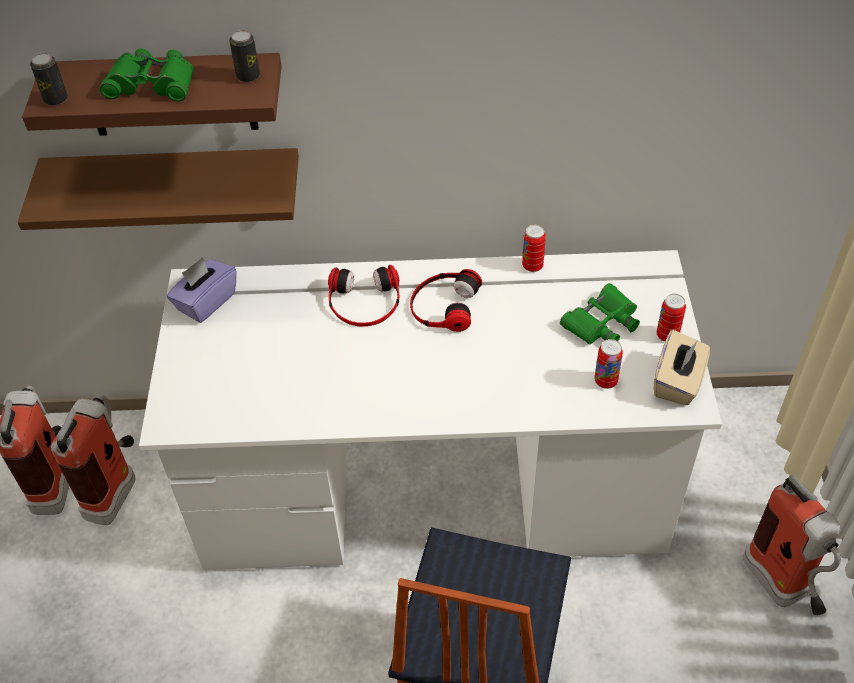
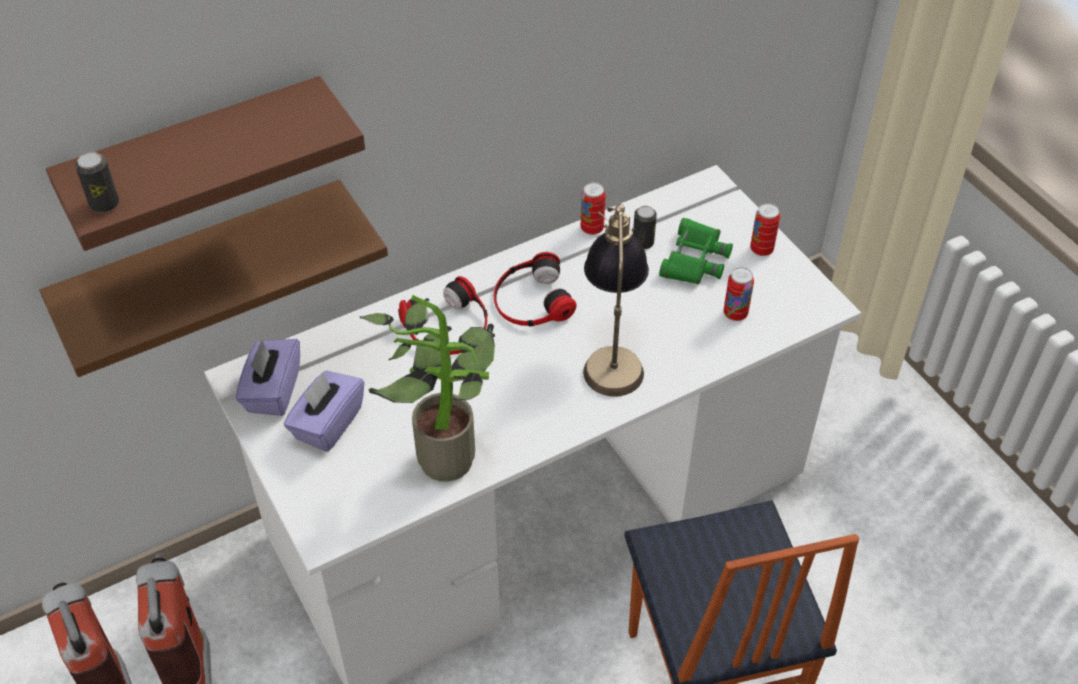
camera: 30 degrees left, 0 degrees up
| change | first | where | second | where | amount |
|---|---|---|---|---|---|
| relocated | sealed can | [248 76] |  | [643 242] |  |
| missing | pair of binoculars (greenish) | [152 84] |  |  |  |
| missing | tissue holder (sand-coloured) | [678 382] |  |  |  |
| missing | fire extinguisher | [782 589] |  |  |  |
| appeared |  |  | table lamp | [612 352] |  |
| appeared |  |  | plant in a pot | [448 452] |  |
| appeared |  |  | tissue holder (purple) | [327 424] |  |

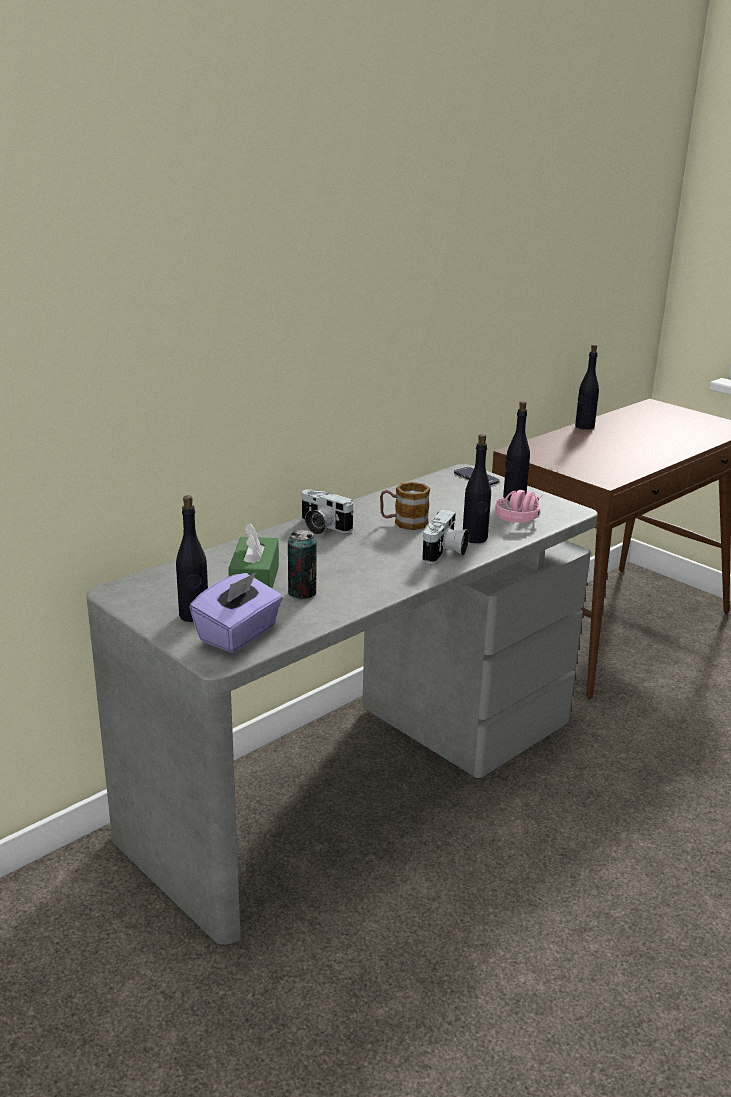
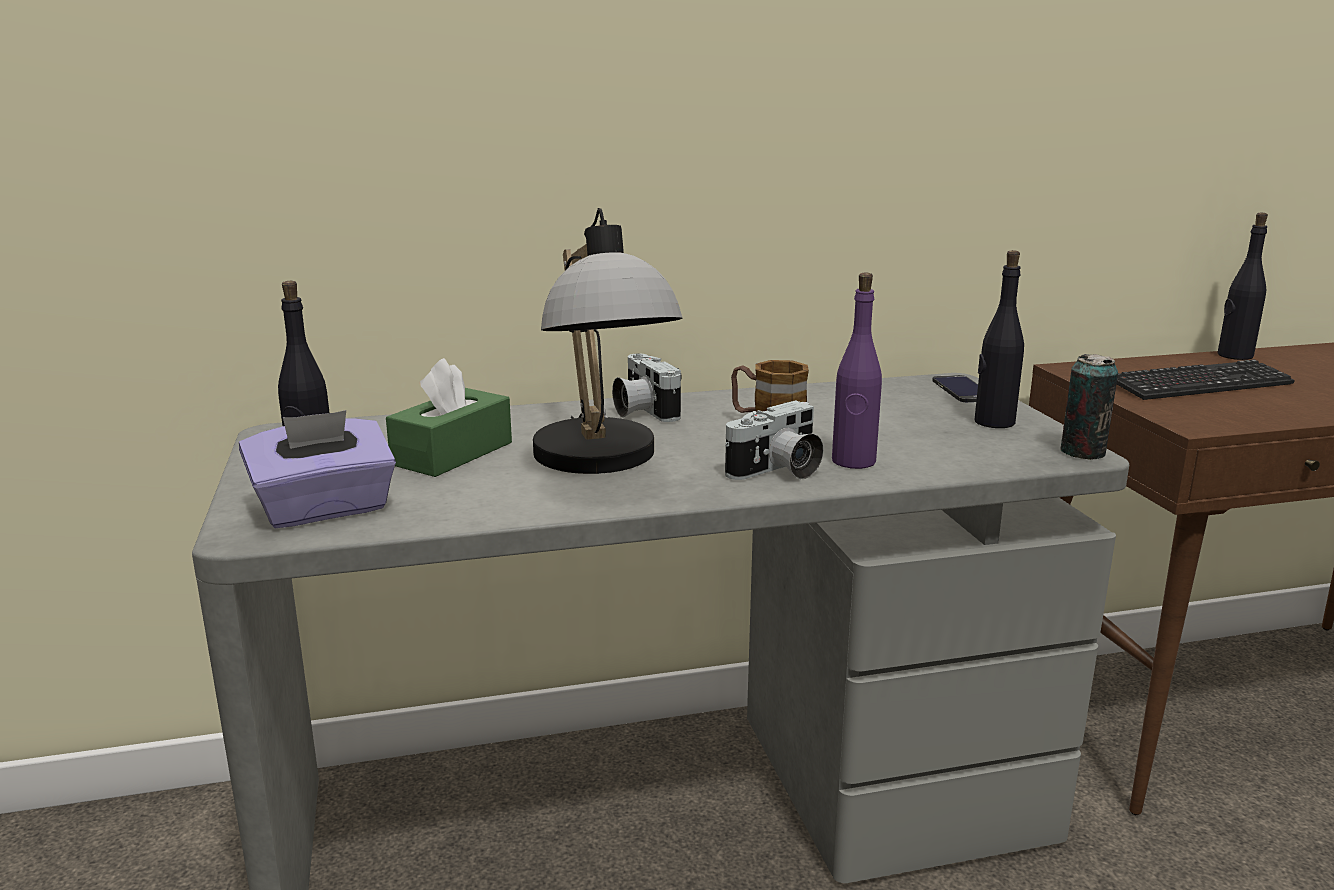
camera: 30 degrees right, 5 degrees down
| change | first | where | second | where | amount |
|---|---|---|---|---|---|
| colour | bottle (black-coloured) | [475 538] | bottle (purple) | [853 461] |  |
| missing | headphones (pinkish) | [520 515] |  |  |  |
| relocated | sealed can | [302 592] |  | [1082 452] |  |
| appeared |  |  | table lamp | [602 464] |  |
| appeared |  |  | PC keyboard | [1199 384] |  |

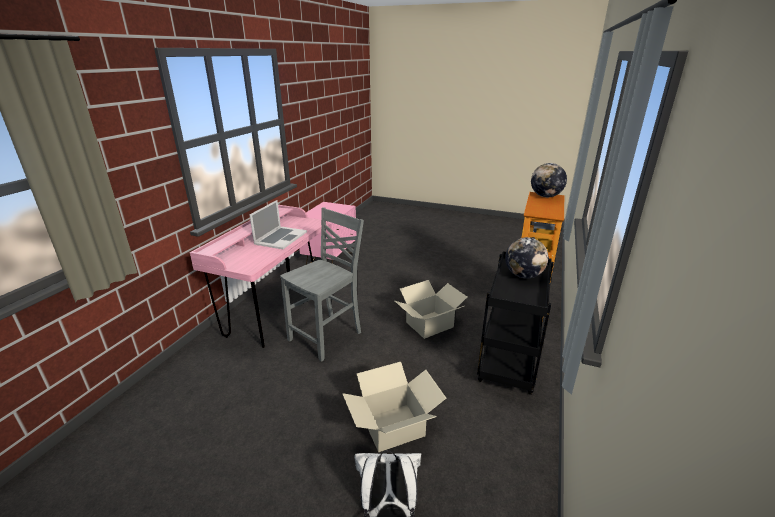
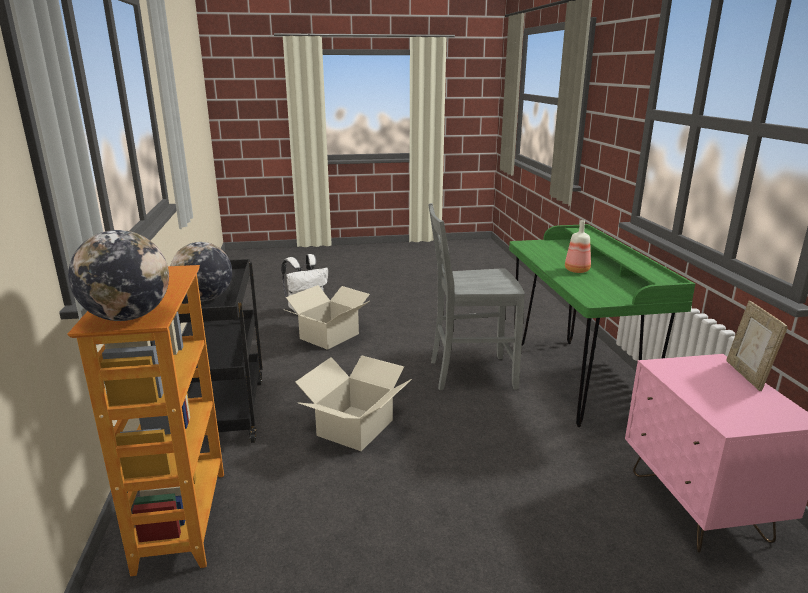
camera: 150 degrees right, 5 degrees down
| change | first | where | second | where | amount |
|---|---|---|---|---|---|
| exchanged | laptop | [280 238] | bottle | [577 270] |  |
| colour | desk (pinkish) | [277 311] | desk (greenish) | [574 379] |  |
| spun | upright chair (grey) | [327 336] |  | [470 373] | 75 degrees clockwise |
| appeared |  |  | standing frame | [747 375] |  |

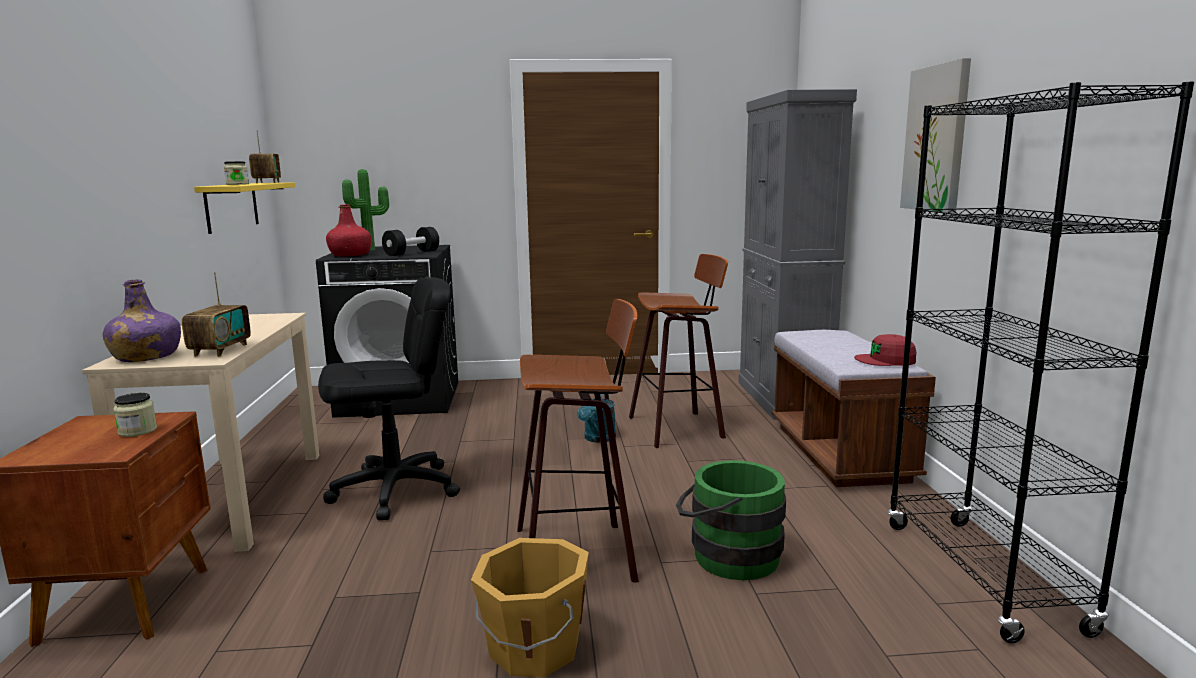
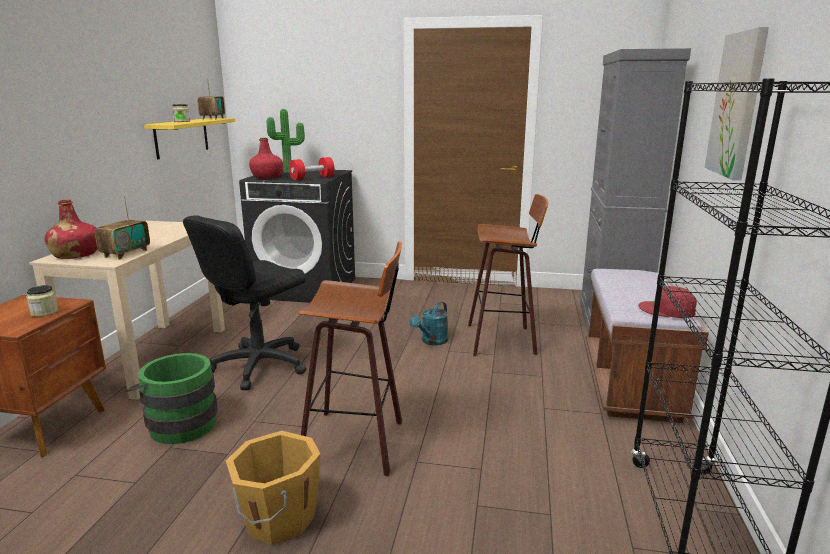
camera: 15 degrees right, 5 degrees up
| change | first | where | second | where | amount |
|---|---|---|---|---|---|
| colour | hand weight (black-coloured) | [412 253] | hand weight (red) | [312 178] |  |
| spun | office chair (black-coloured) | [395 490] |  | [259 366] | 135 degrees clockwise |
| colour | bottle (purple) | [146 357] | bottle (red) | [75 255] |  |
| relocated | pail (greenish) | [727 556] |  | [179 424] |  |

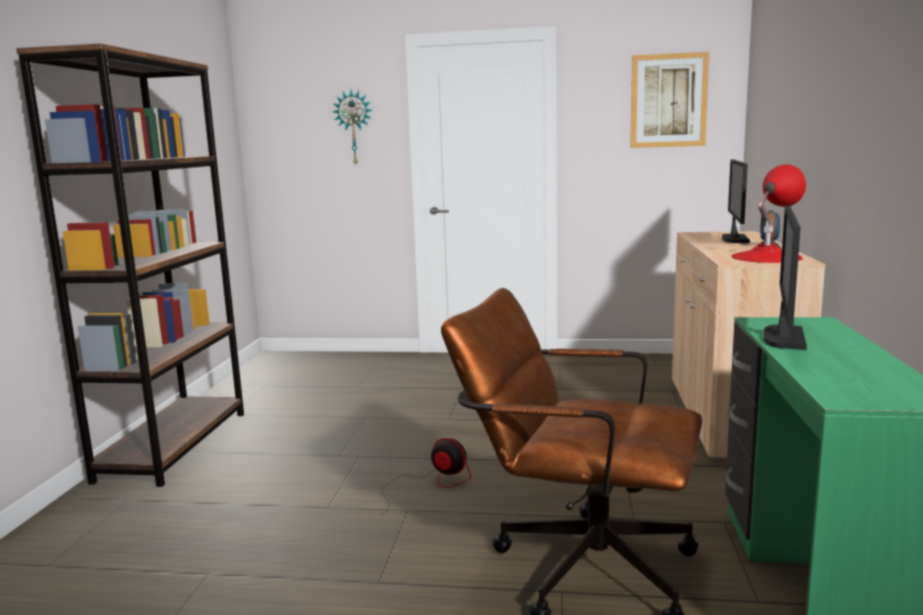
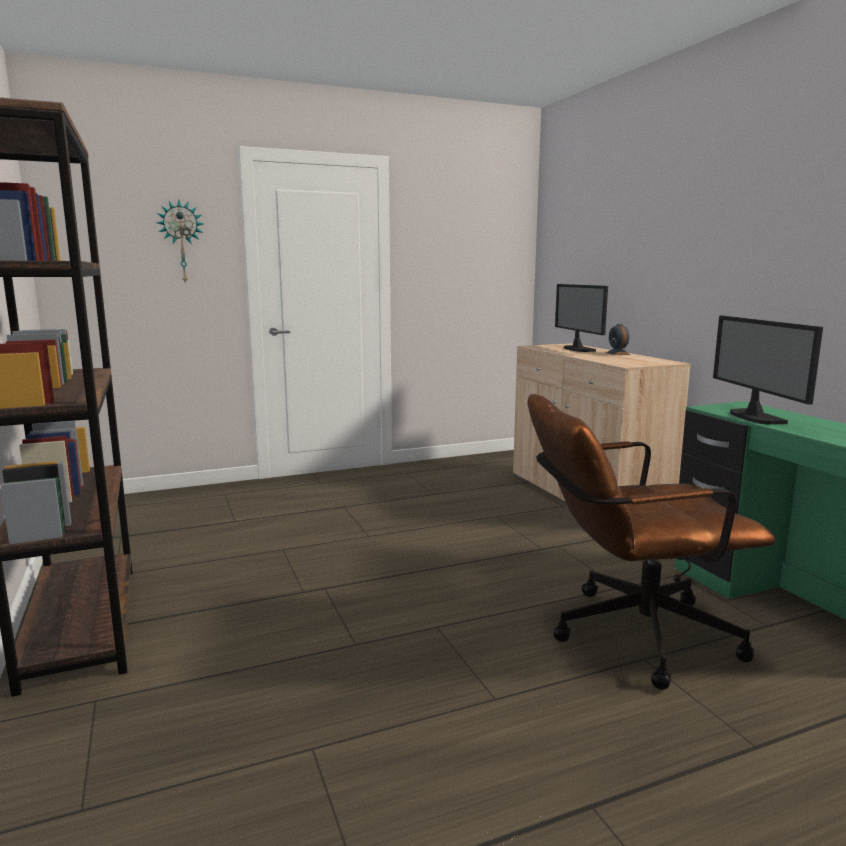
camera: 30 degrees left, 0 degrees up
| change | first | where | second | where | amount |
|---|---|---|---|---|---|
| missing | wall picture | [668 101] |  |  |  |
| missing | table lamp (red) | [766 257] |  |  |  |
| missing | cooling fan | [430 484] |  |  |  |

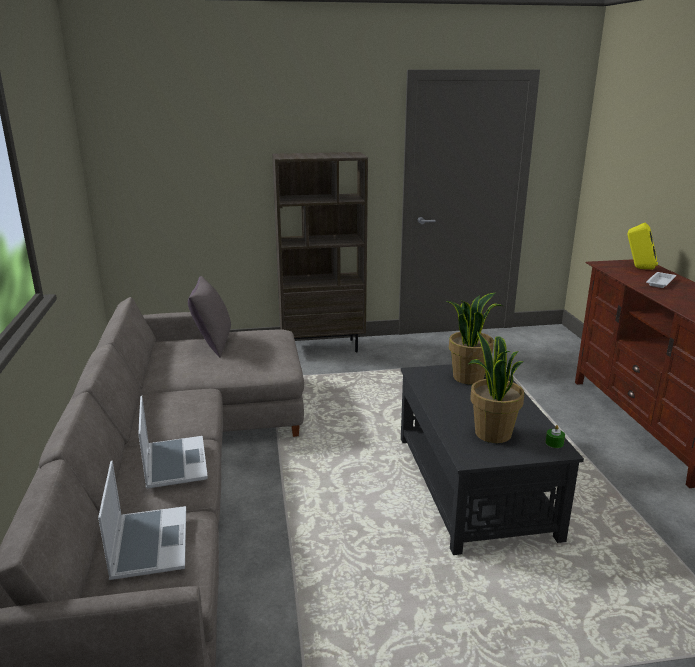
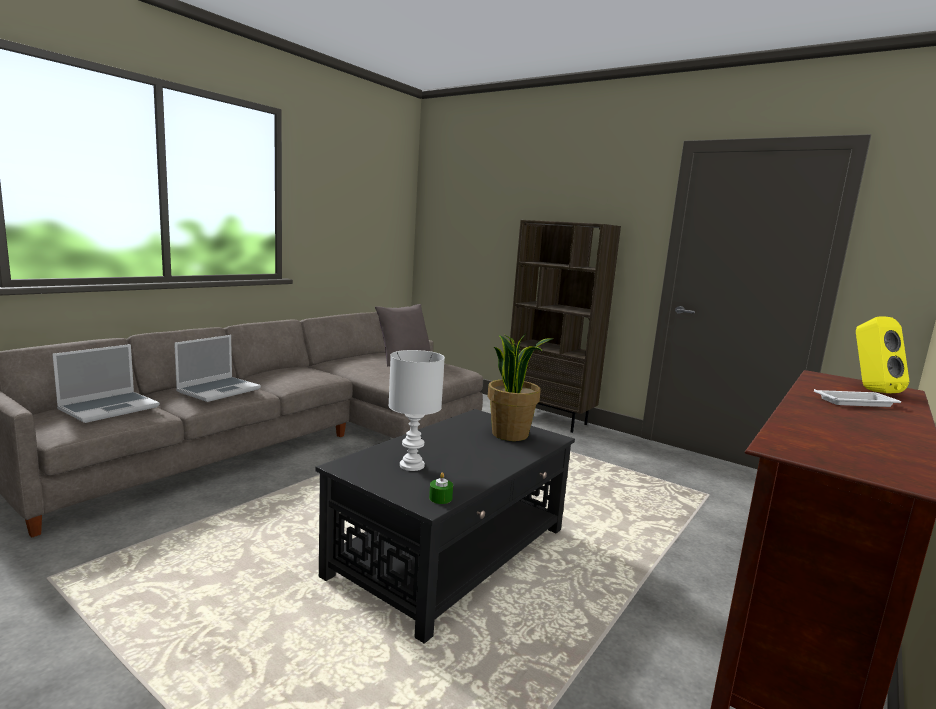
camera: 45 degrees right, 10 degrees down
| change | first | where | second | where | amount |
|---|---|---|---|---|---|
| exchanged | plant in a pot | [492 433] | table lamp (white) | [411 466] |  |

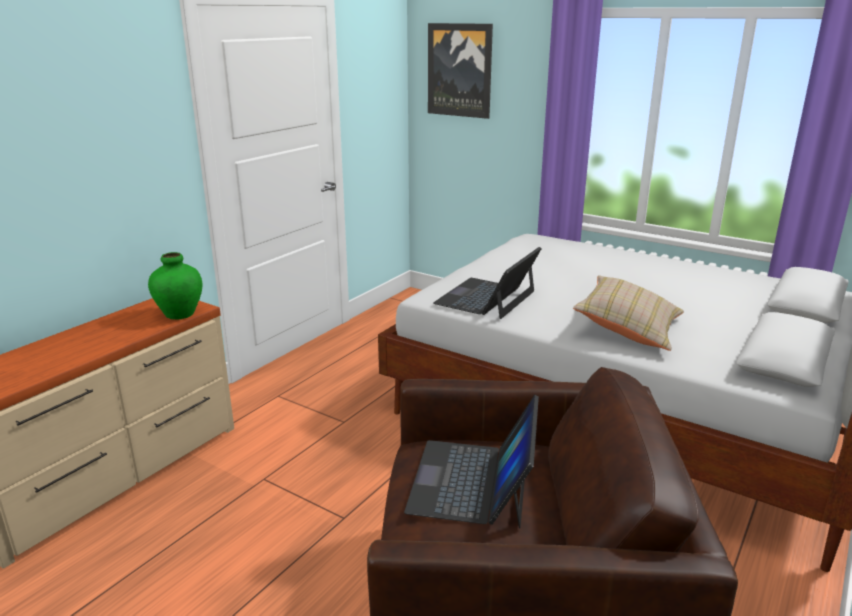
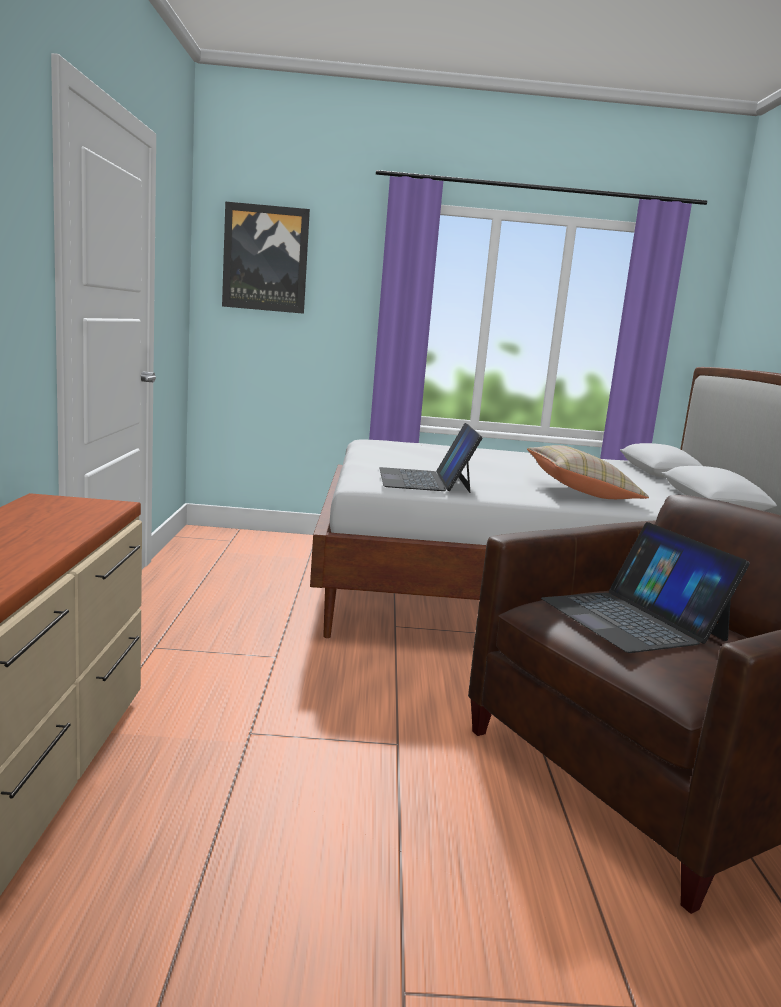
camera: 35 degrees left, 10 degrees down
| change | first | where | second | where | amount |
|---|---|---|---|---|---|
| missing | flower vase (greenish) | [180 314] |  |  |  |

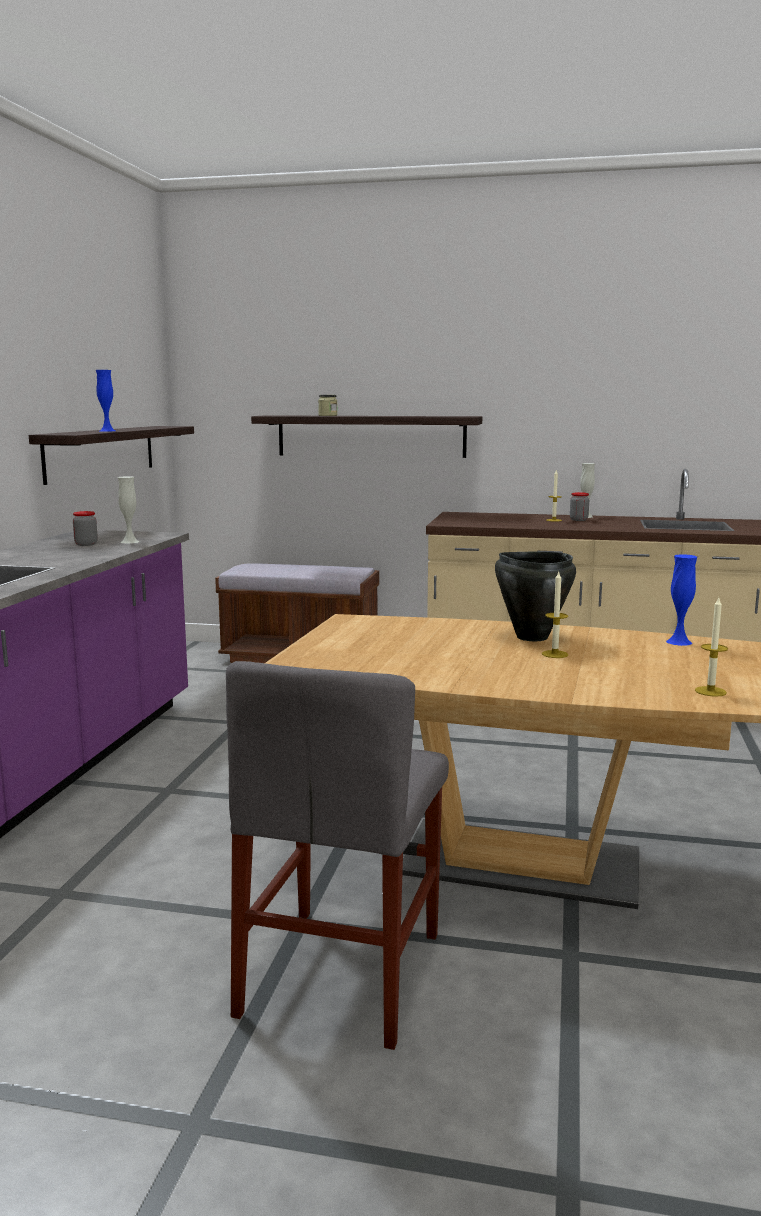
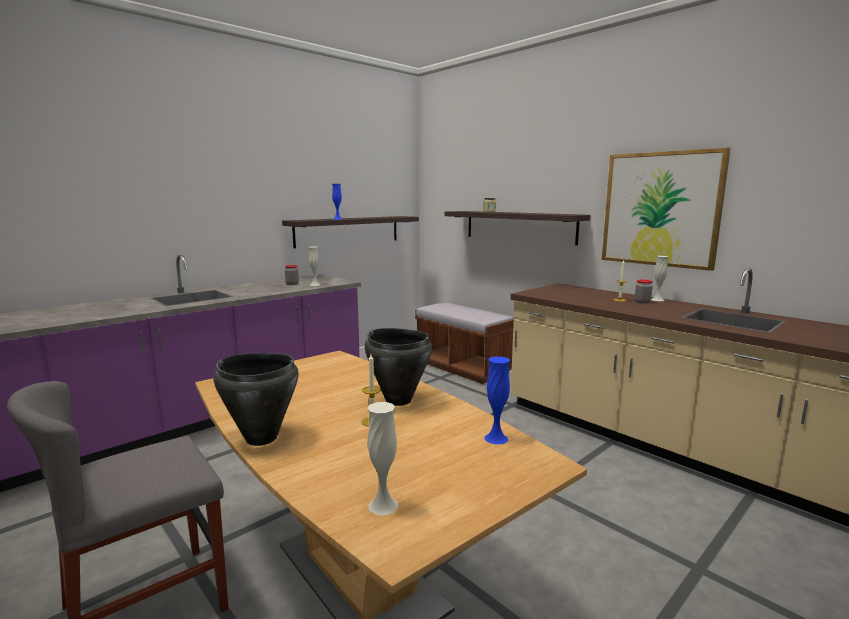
camera: 35 degrees right, 0 degrees up
| change | first | where | second | where | amount |
|---|---|---|---|---|---|
| exchanged | wax light | [710 691] | flower vase (white) | [383 505] |  |
| appeared |  |  | wall picture | [660 209] |  |
| appeared |  |  | stockpot (black-coloured) | [261 438] |  |

